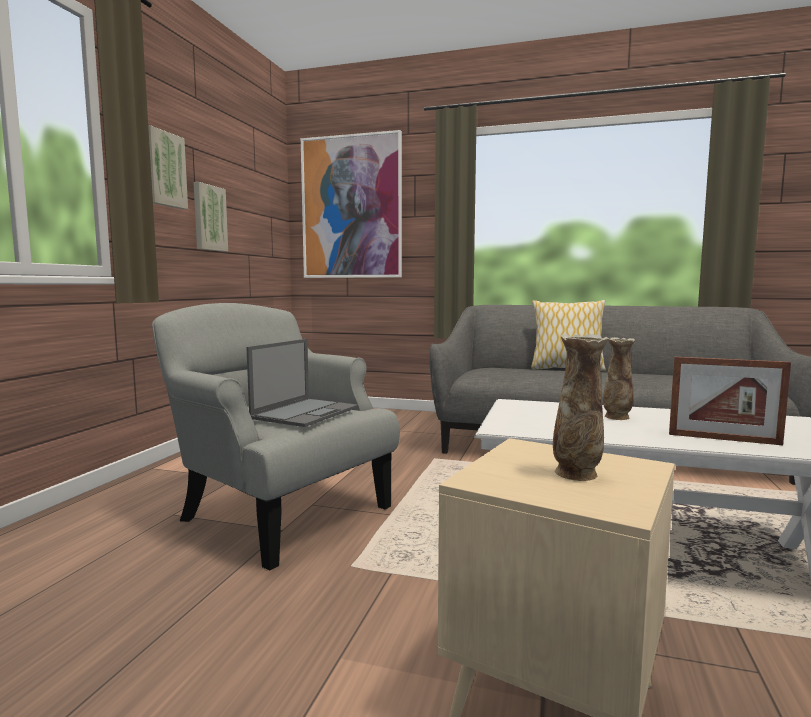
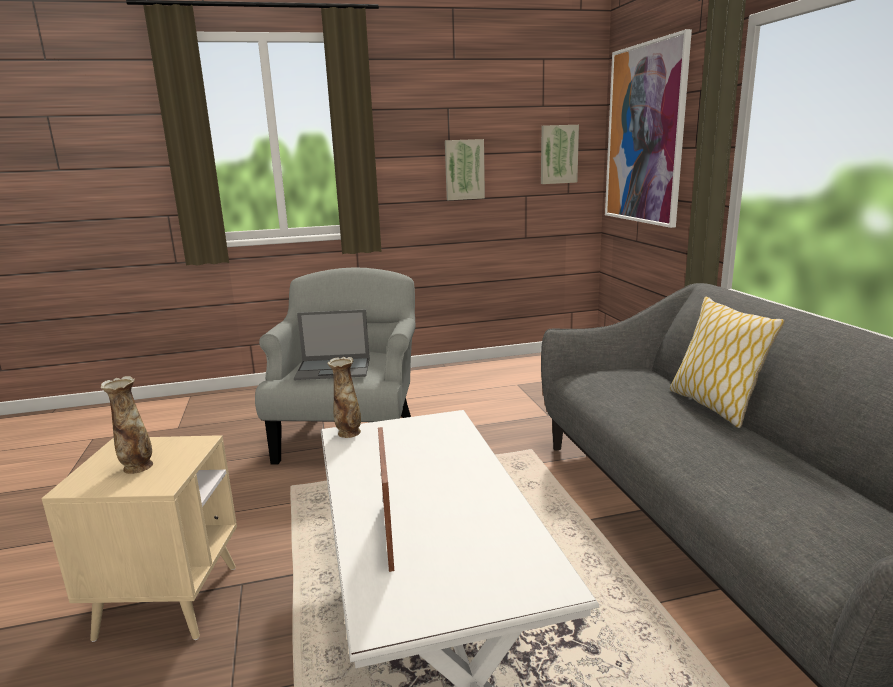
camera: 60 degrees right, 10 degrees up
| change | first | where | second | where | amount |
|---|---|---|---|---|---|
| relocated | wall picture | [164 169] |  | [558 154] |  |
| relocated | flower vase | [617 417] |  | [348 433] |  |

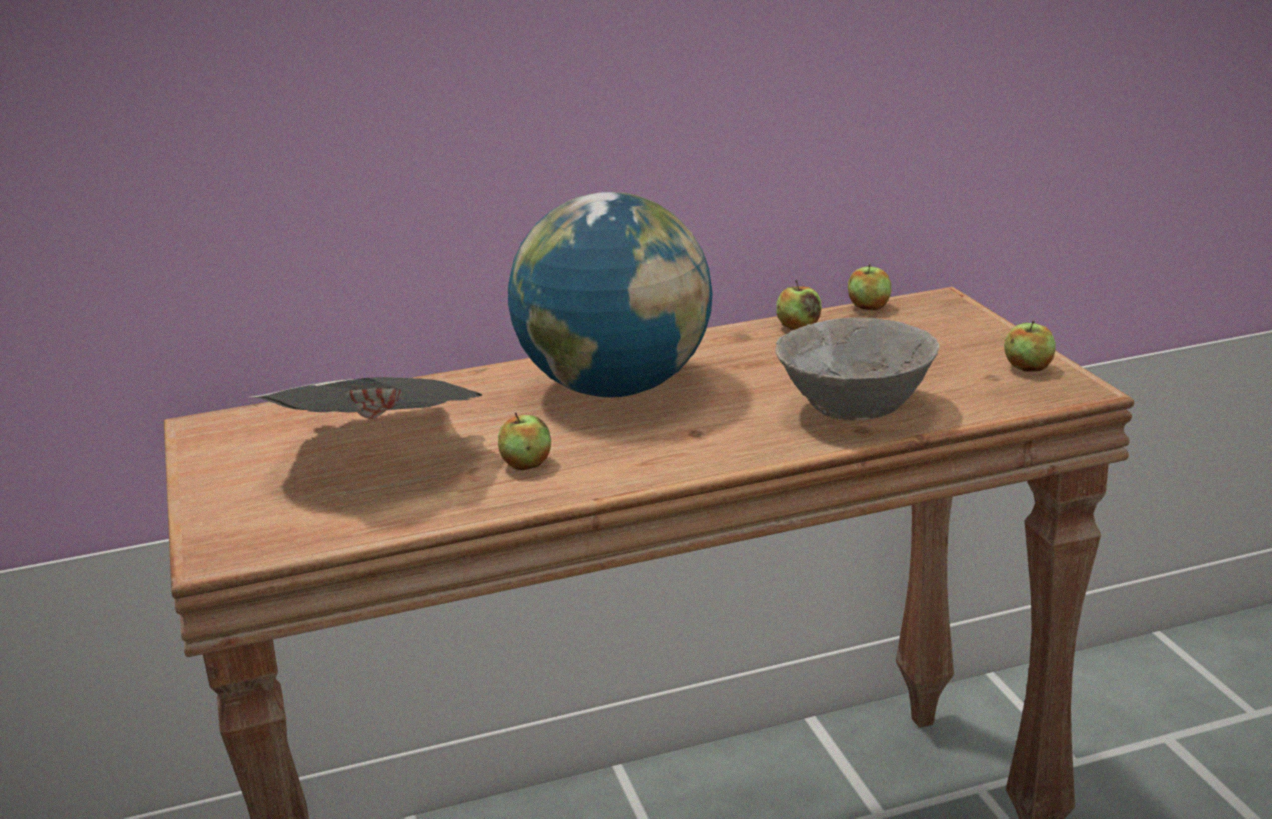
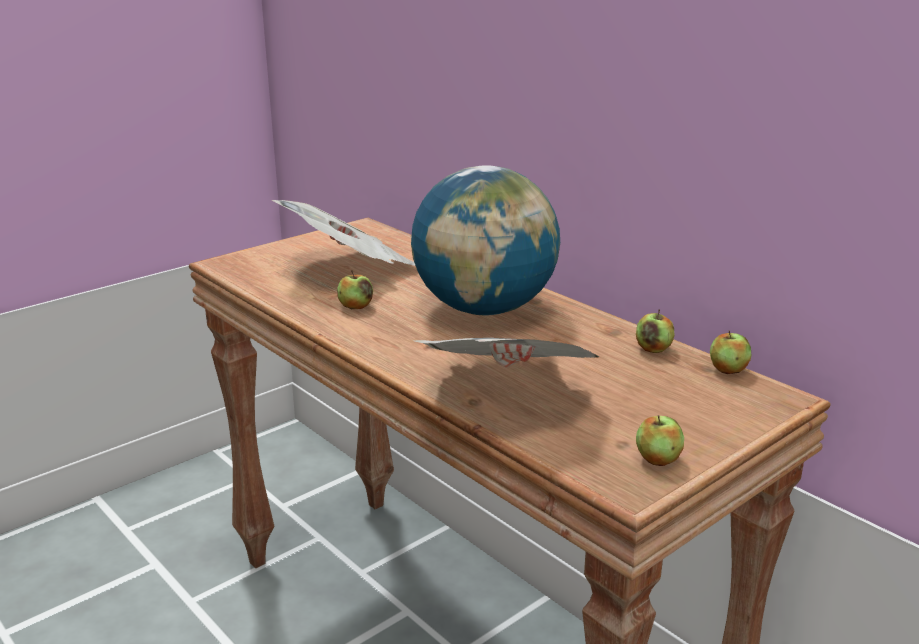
camera: 65 degrees right, 0 degrees up
| change | first | where | second | where | amount |
|---|---|---|---|---|---|
| exchanged | deep dish (grey) | [854 410] | printed paper | [507 393] |  |

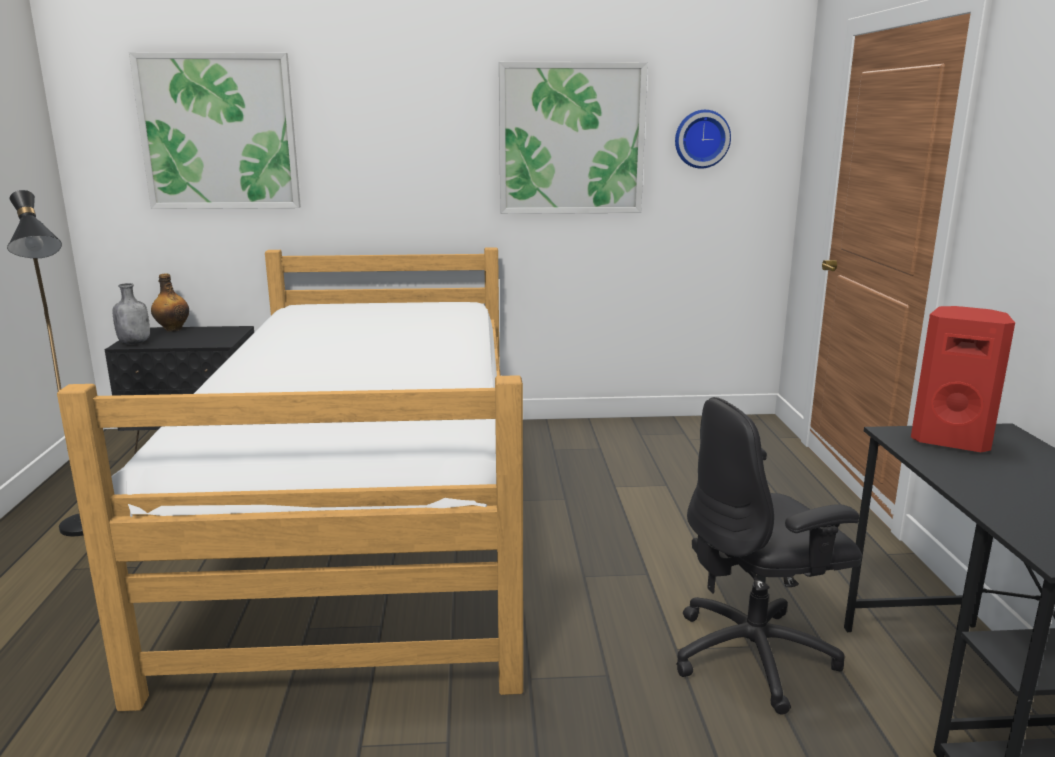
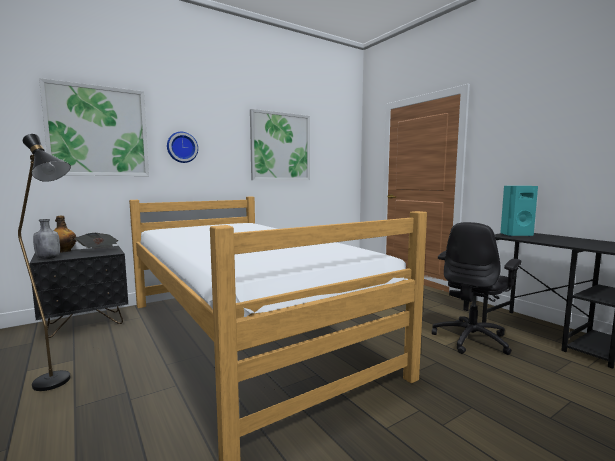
camera: 30 degrees left, 10 degrees down
| change | first | where | second | where | amount |
|---|---|---|---|---|---|
| relocated | hanging clock | [701 139] |  | [182 147] |  |
| colour | audio speaker (red) | [950 440] | audio speaker (turquoise-coloured) | [515 235] |  |
| appeared |  |  | printed paper | [99 251] |  |

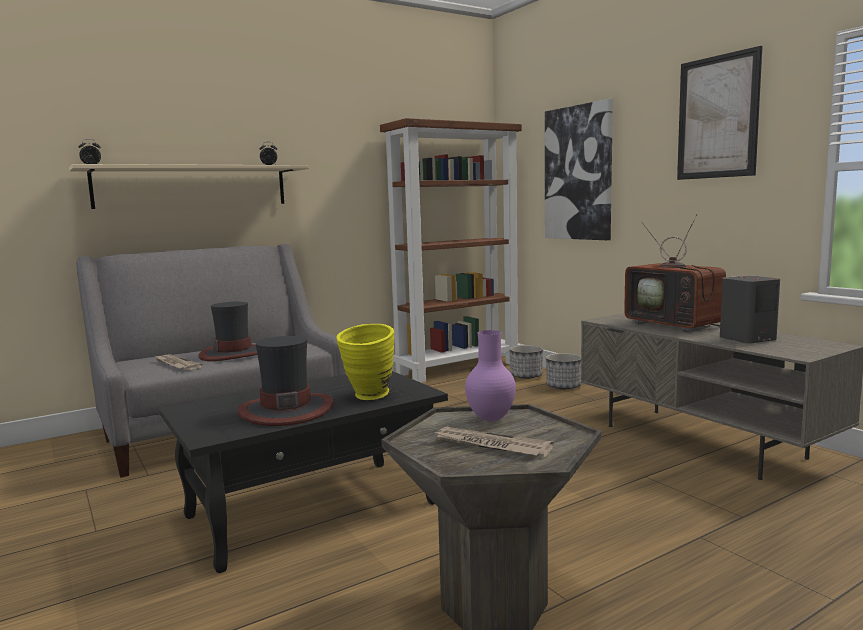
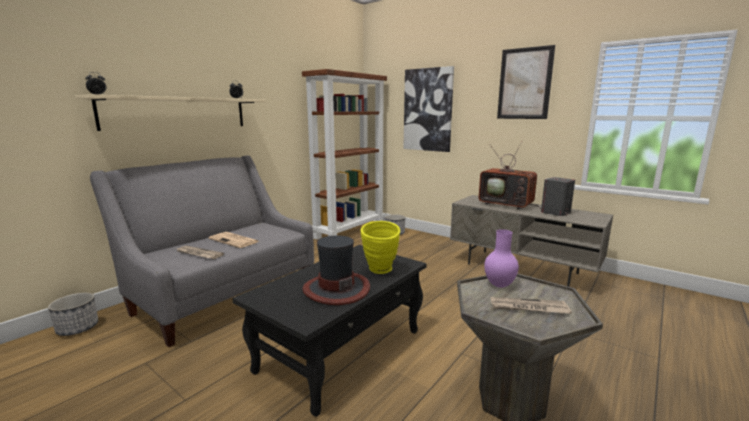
camera: 20 degrees left, 5 degrees up
| change | first | where | second | where | amount |
|---|---|---|---|---|---|
| exchanged | wearable hat | [234 354] | printed paper | [235 240] |  |
| relocated | plant pot | [563 386] |  | [78 328] |  |

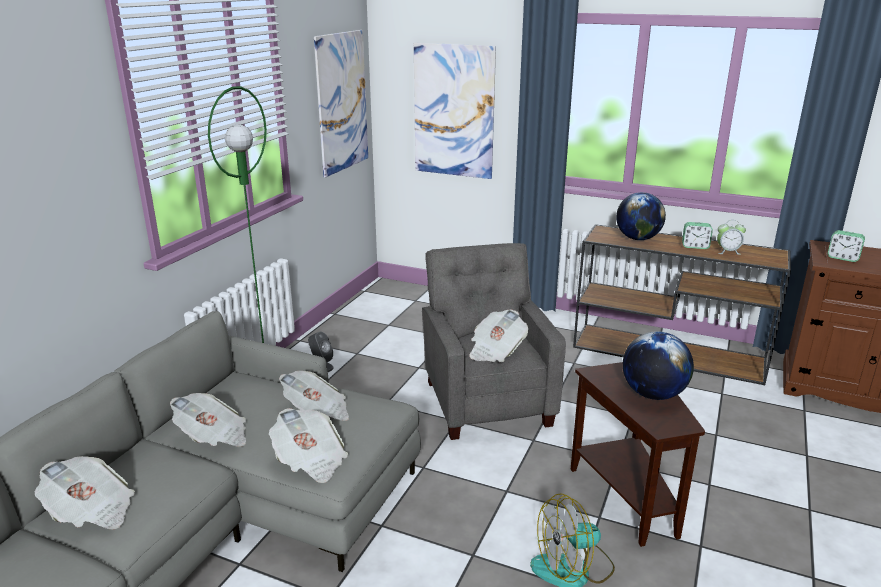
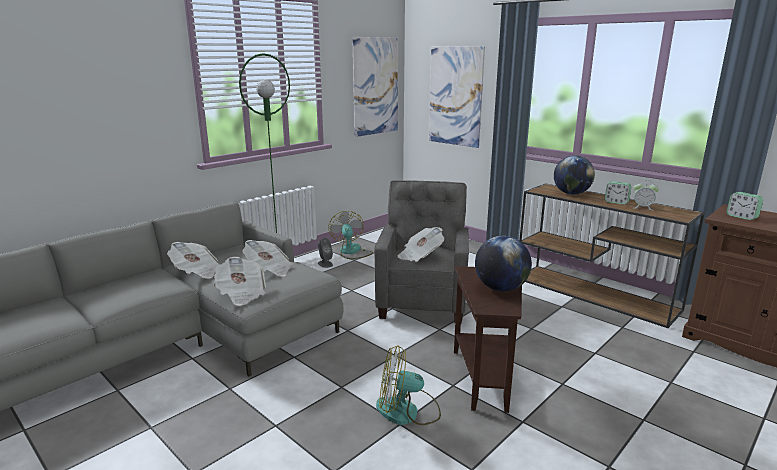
camera: 20 degrees right, 5 degrees down
| change | first | where | second | where | amount |
|---|---|---|---|---|---|
| missing | printed paper | [91 511] |  |  |  |
| appeared |  |  | cooling fan | [351 252] |  |

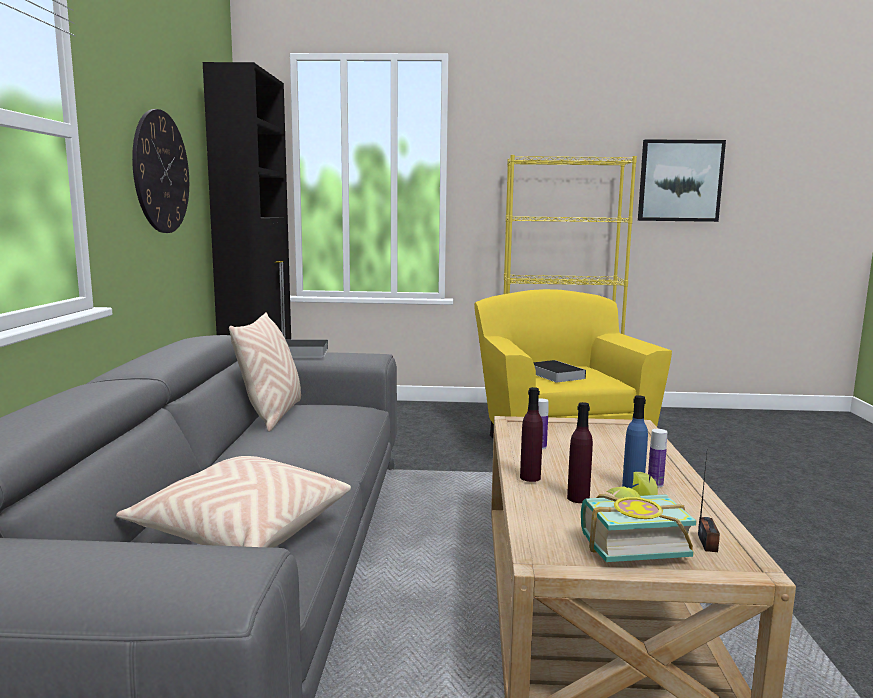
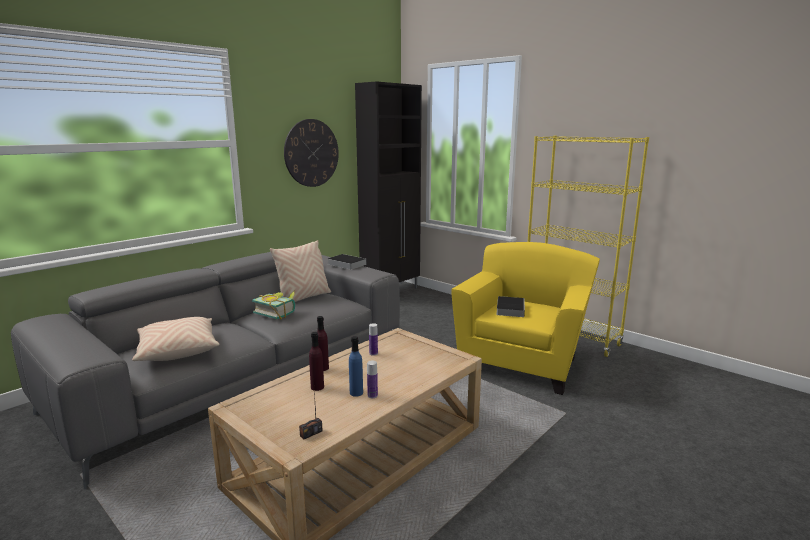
camera: 40 degrees right, 5 degrees up
| change | first | where | second | where | amount |
|---|---|---|---|---|---|
| missing | wall picture | [680 181] |  |  |  |
| relocated | volume | [629 543] |  | [277 313] |  |

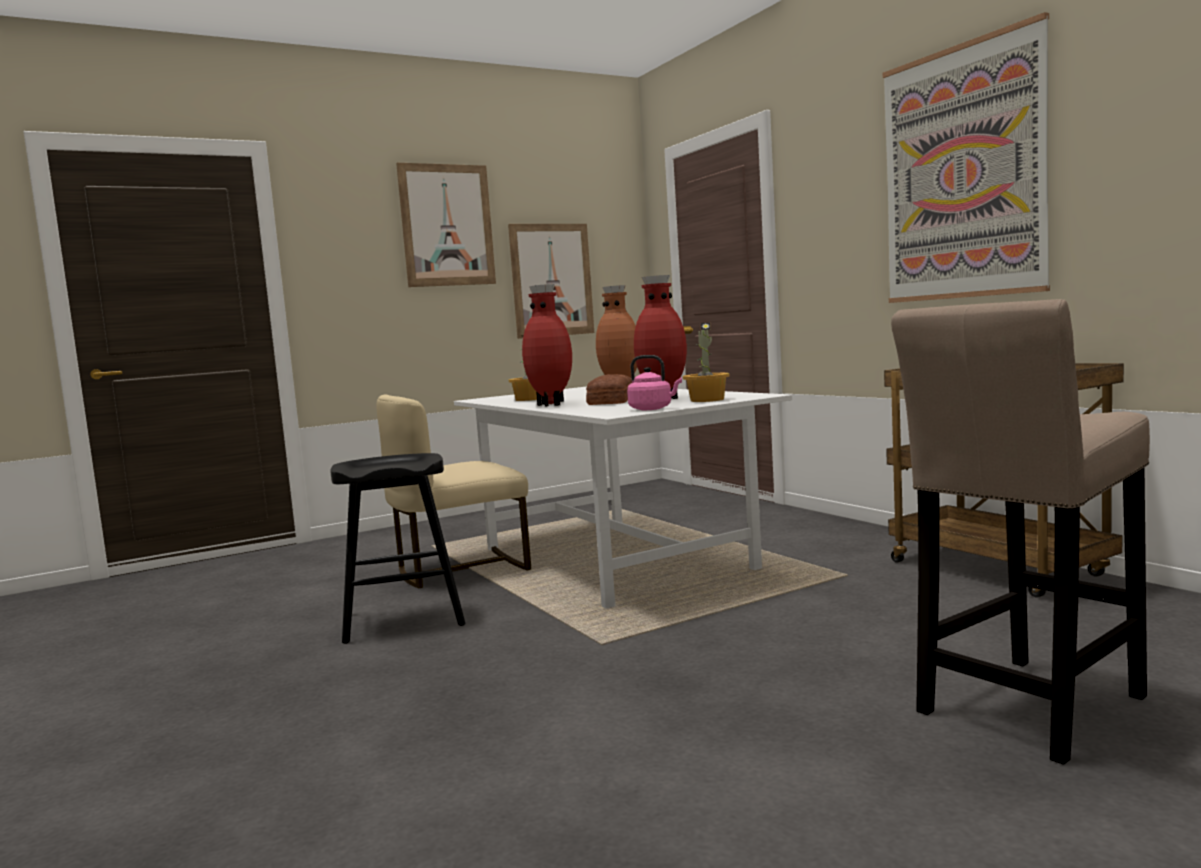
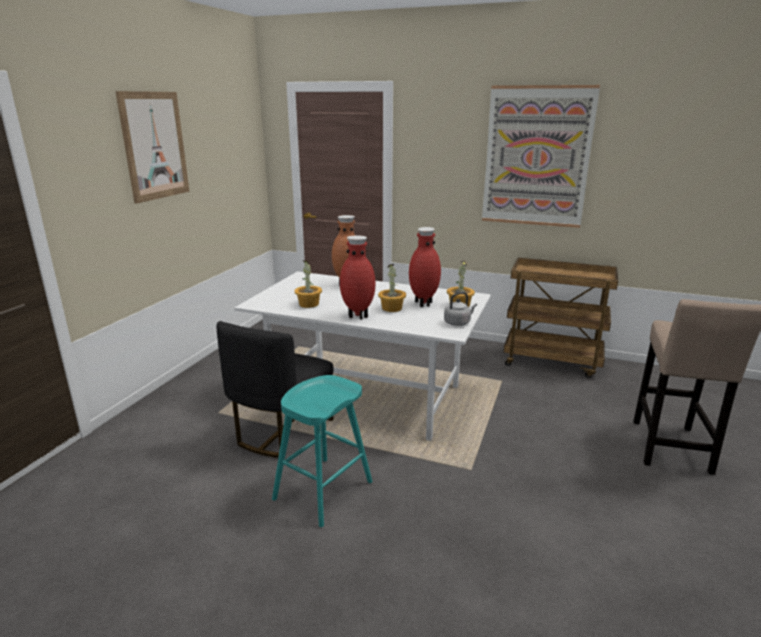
camera: 40 degrees left, 15 degrees up
| change | first | where | second | where | amount |
|---|---|---|---|---|---|
| missing | wall picture | [552 280] |  |  |  |
| colour | water kettle (pinkish) | [653 409] | water kettle (grey) | [458 322] |  |
| exchanged | bread | [610 401] | plant in a pot | [392 308] |  |
| colour | upright chair (sand-coloured) | [460 569] | upright chair (black-coloured) | [281 431] |  |
| colour | stool seat (black-coloured) | [402 619] | stool seat (turquoise-coloured) | [323 490] |  |

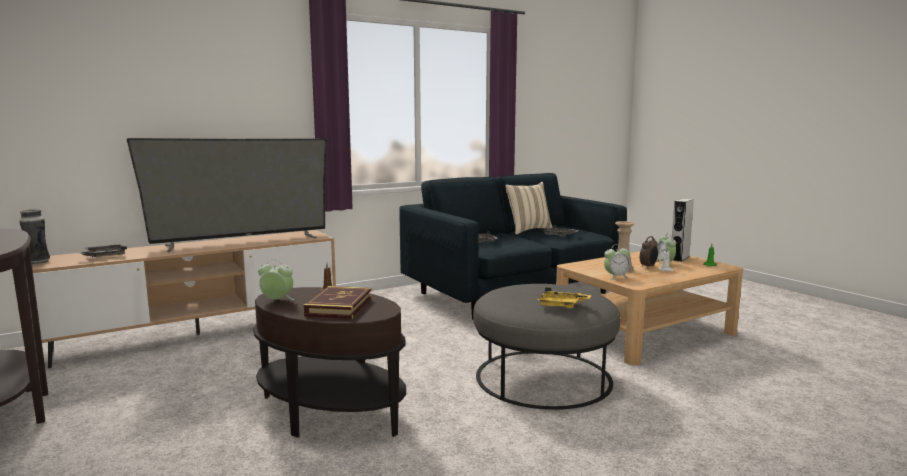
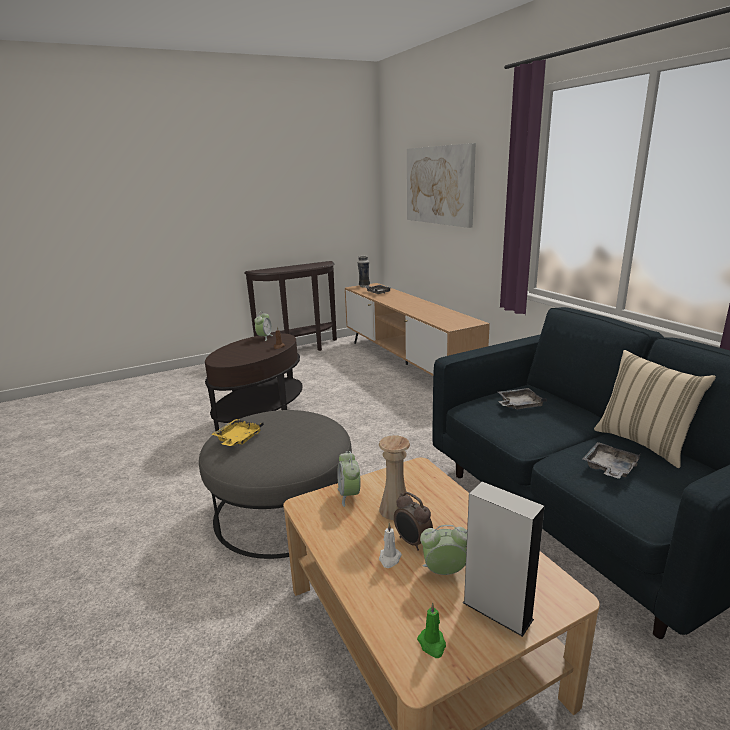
camera: 95 degrees right, 10 degrees up
| change | first | where | second | where | amount |
|---|---|---|---|---|---|
| missing | television | [242 242] |  |  |  |
| missing | volume | [339 307] |  |  |  |
| appeared |  |  | wall picture | [439 185] |  |

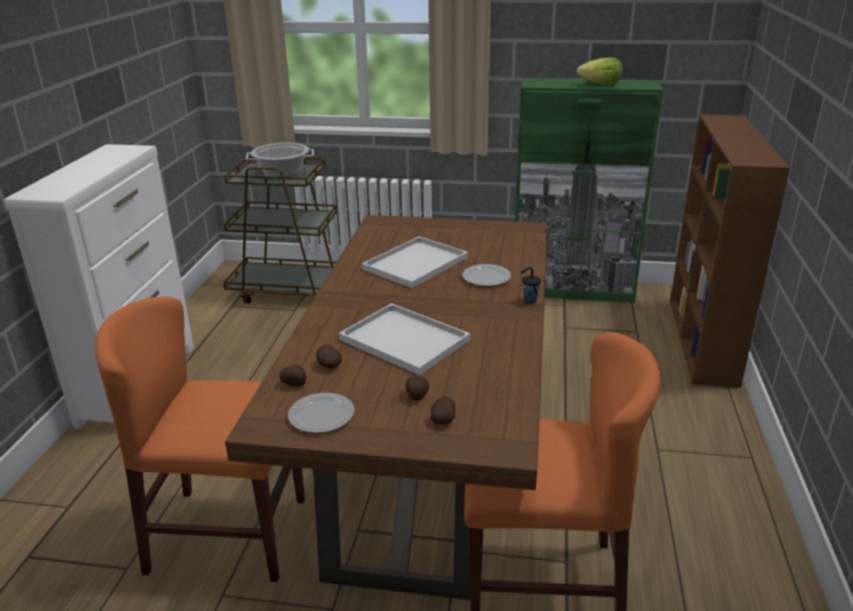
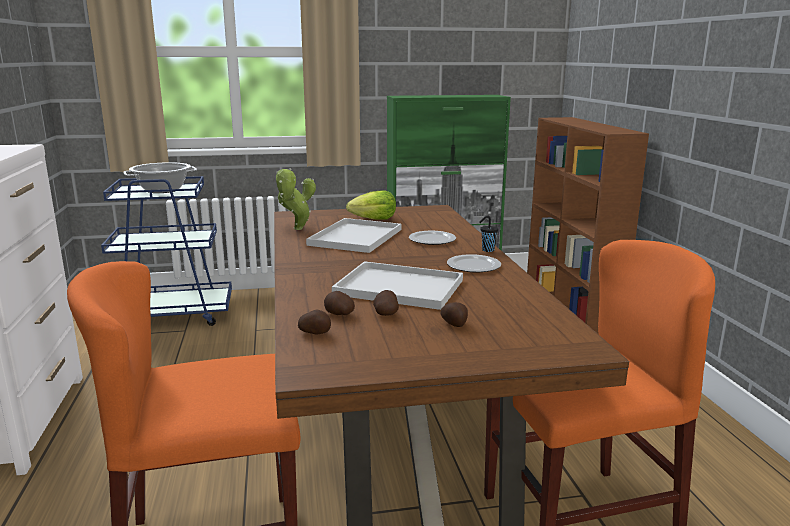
camera: 20 degrees left, 10 degrees down
| change | first | where | second | where | amount |
|---|---|---|---|---|---|
| relocated | lettuce | [600 84] |  | [374 219] |  |
| colour | trolley (brown-coloured) | [291 290] | trolley (blue) | [172 315] |  |
| relocated | dinner plate | [320 415] |  | [472 266] |  |
| relocated | potato | [443 419] |  | [385 314] |  |
| appeared |  |  | plant in a pot | [296 229] |  |

